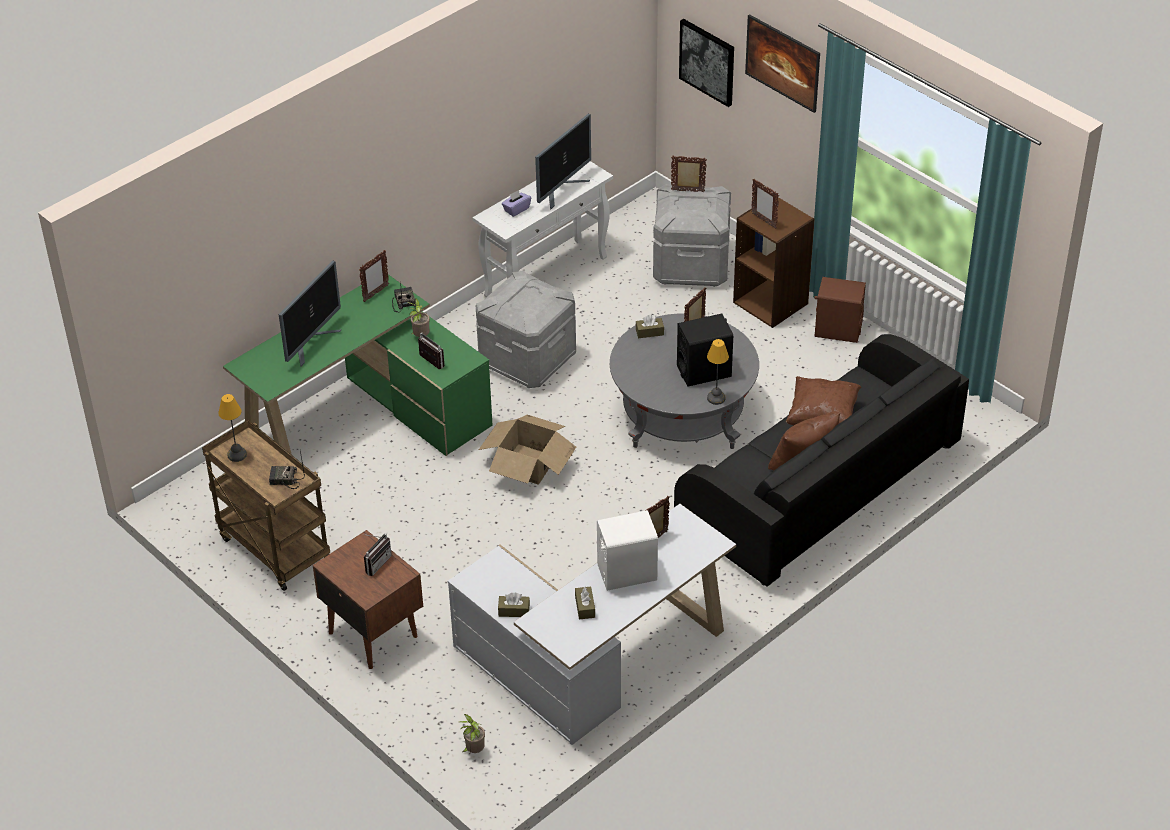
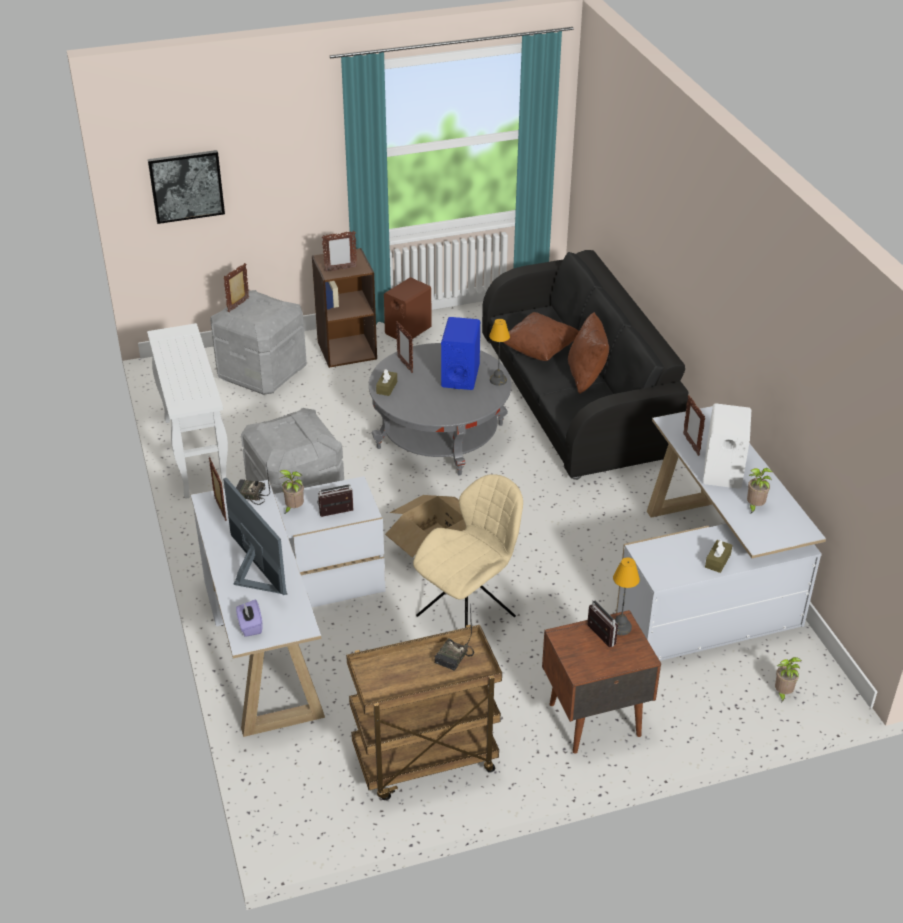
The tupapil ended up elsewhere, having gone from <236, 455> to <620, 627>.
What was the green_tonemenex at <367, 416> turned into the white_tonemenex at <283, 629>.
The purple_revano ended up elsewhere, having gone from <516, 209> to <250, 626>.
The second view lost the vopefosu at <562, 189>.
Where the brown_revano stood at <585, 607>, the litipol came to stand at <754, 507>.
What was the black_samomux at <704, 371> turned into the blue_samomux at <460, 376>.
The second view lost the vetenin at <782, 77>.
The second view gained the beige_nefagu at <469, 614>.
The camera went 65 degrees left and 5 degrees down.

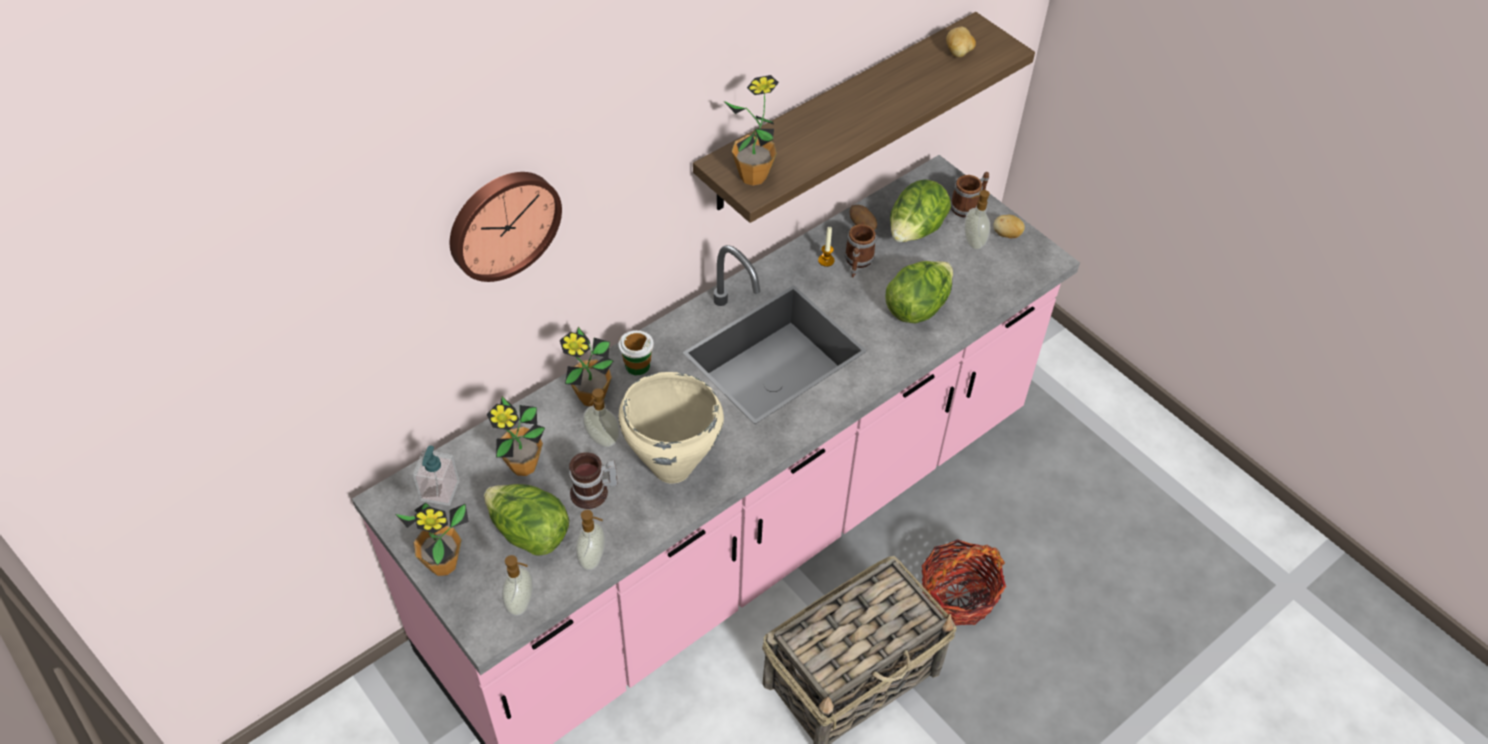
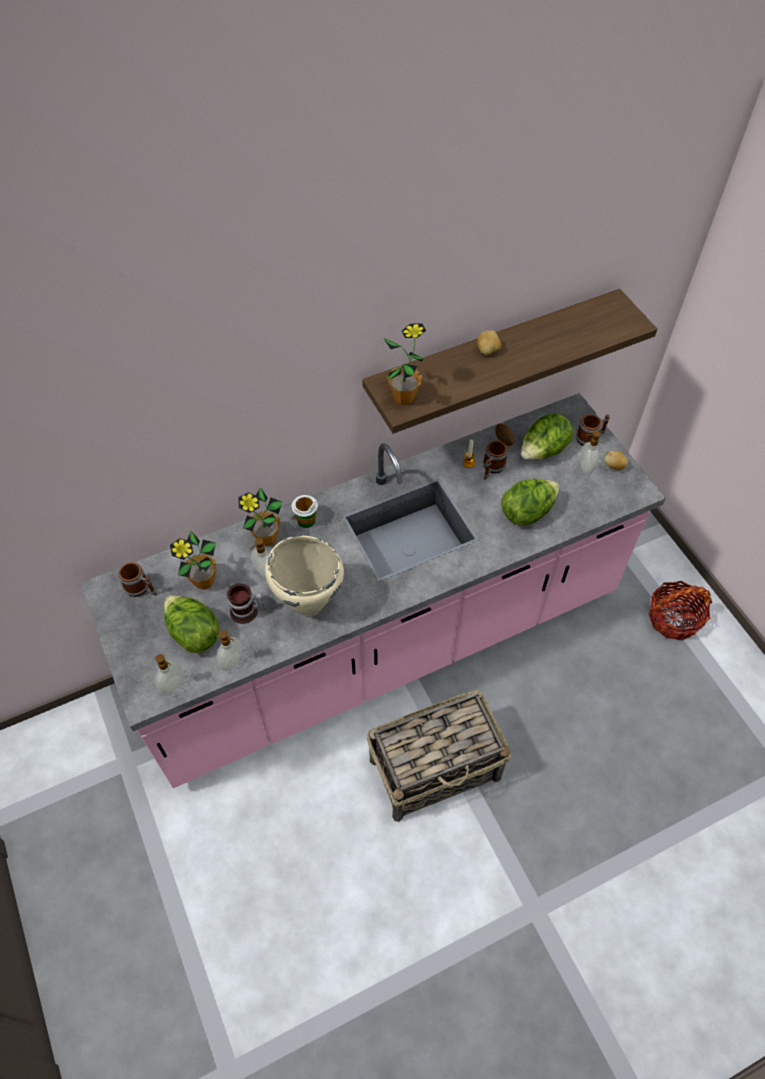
The second view lost the litipol at <443, 564>.
Where the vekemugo stood at <440, 491>, the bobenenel came to stand at <141, 589>.
The second view lost the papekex at <502, 223>.
The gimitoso ended up elsewhere, having gone from <957, 595> to <673, 618>.
The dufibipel ended up elsewhere, having gone from <958, 53> to <488, 351>.
The camera went 15 degrees right and 5 degrees up.

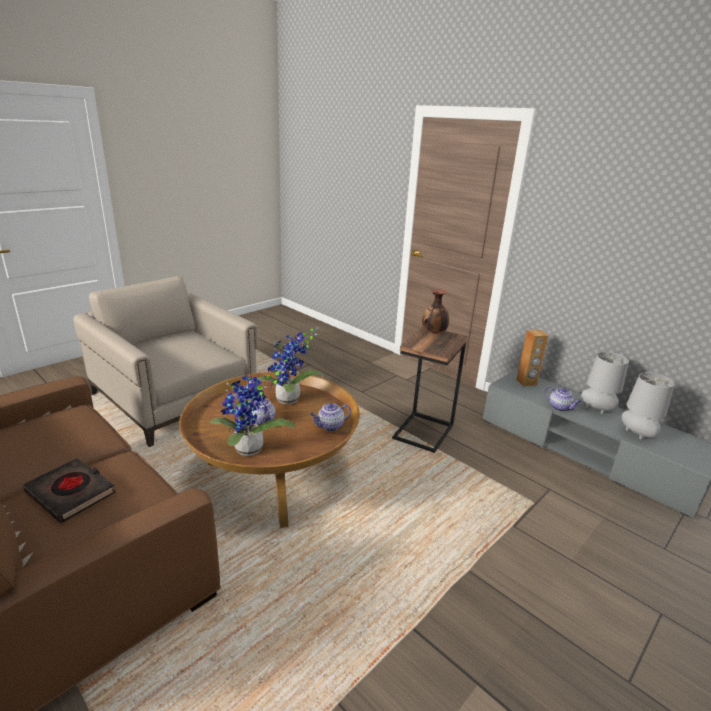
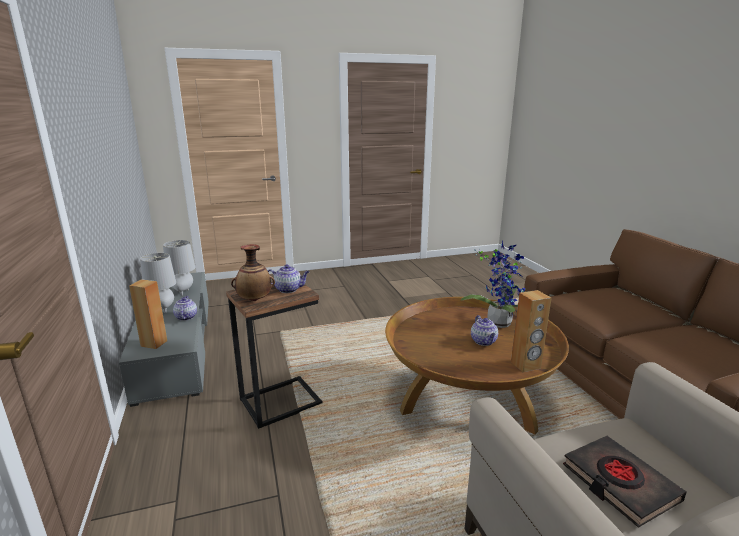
The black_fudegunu ended up elsewhere, having gone from <71, 493> to <619, 483>.
The second view lost the litipol at <289, 401>.
The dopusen ended up elsewhere, having gone from <330, 426> to <289, 289>.
The second view gained the brown_samomux at <525, 365>.
The camera went 150 degrees left and 5 degrees down.

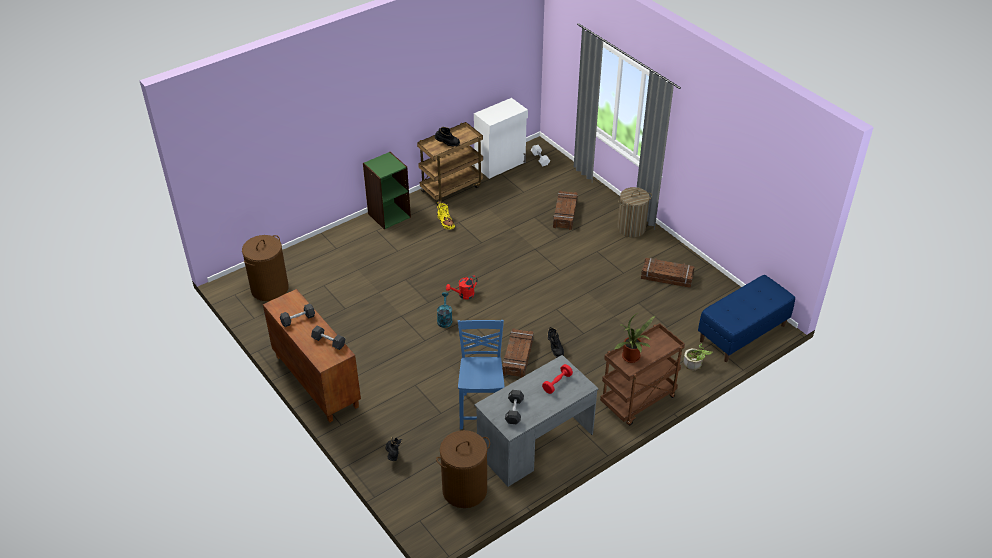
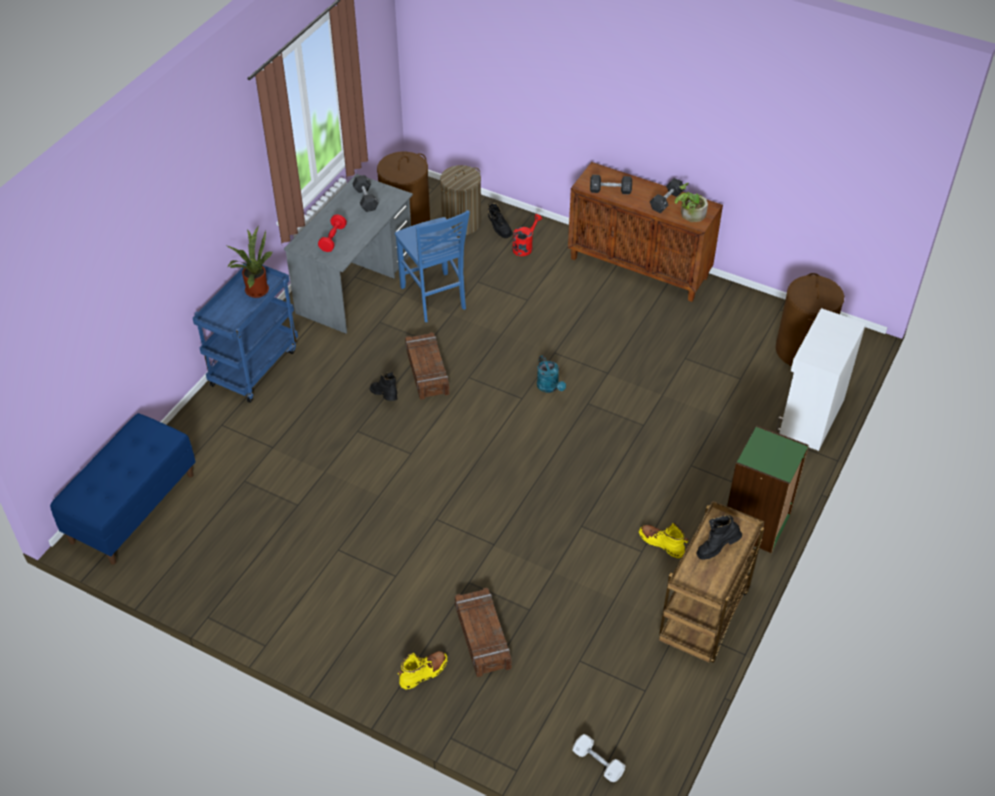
The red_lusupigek ended up elsewhere, having gone from <463, 295> to <524, 247>.
The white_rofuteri ended up elsewhere, having gone from <501, 164> to <810, 417>.
What was the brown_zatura at <638, 402> turned into the blue_zatura at <254, 366>.
The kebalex ended up elsewhere, having gone from <631, 228> to <461, 223>.
The second view lost the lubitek at <667, 277>.
The litipol ended up elsewhere, having gone from <695, 363> to <689, 214>.
The second view gained the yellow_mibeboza at <423, 673>.
The camera went 155 degrees right and 5 degrees up.

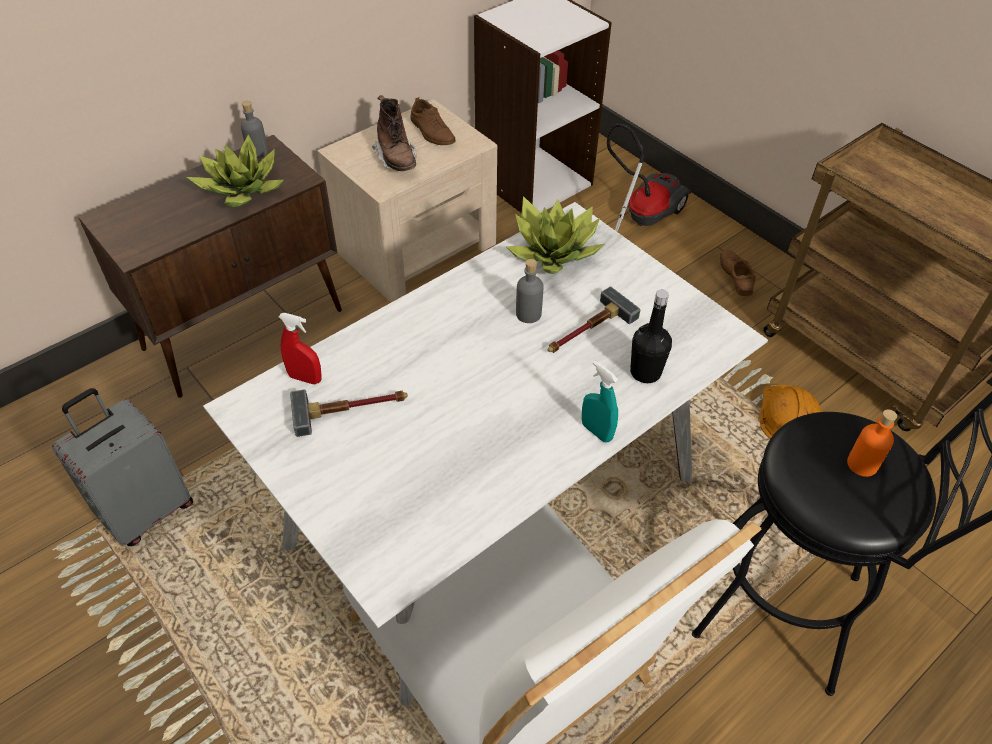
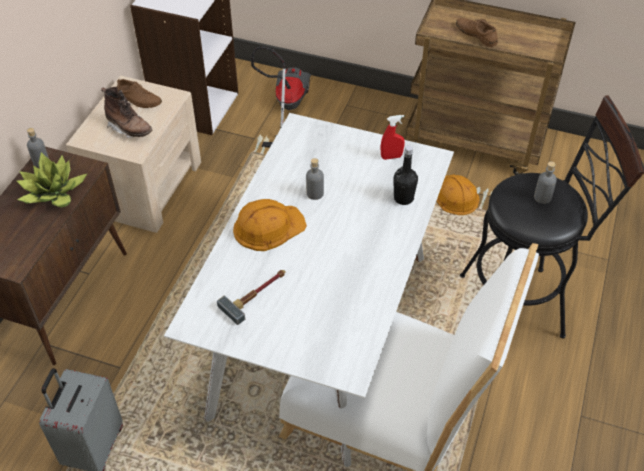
The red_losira ended up elsewhere, having gone from <305, 378> to <391, 157>.
The second view lost the litipol at <554, 251>.
The second view lost the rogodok at <587, 330>.
The second view lost the turquoise_losira at <596, 431>.
The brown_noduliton ended up elsewhere, having gone from <736, 275> to <476, 34>.
What was the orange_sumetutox at <862, 464> turned into the grey_sumetutox at <542, 197>.
The second view gained the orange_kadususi at <268, 227>.
The camera went 30 degrees left and 0 degrees up.

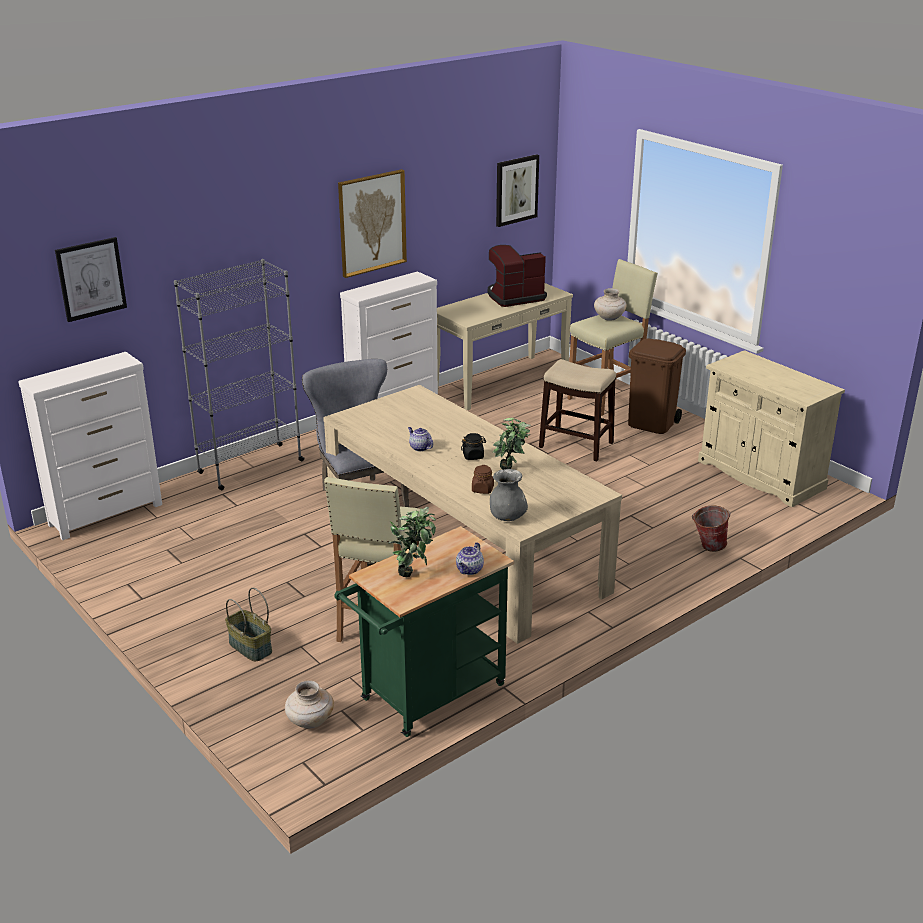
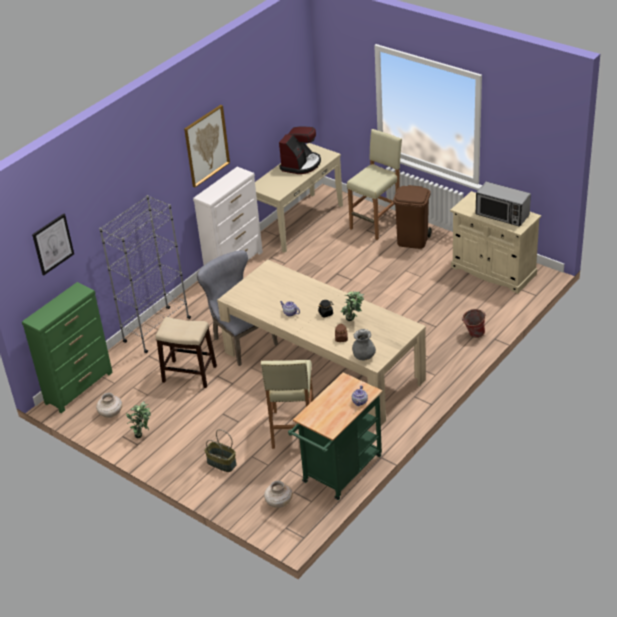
What was the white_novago at <107, 514> turned into the green_novago at <79, 387>.
The litipol ended up elsewhere, having gone from <414, 573> to <143, 434>.
The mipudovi at <514, 297> ended up facing another way, 150 degrees clockwise from before.
The second view lost the vetenin at <516, 190>.
The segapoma ended up elsewhere, having gone from <575, 445> to <189, 374>.
The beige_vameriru ended up elsewhere, having gone from <609, 318> to <111, 413>.
The second view gained the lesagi at <502, 215>.
The camera went 10 degrees left and 10 degrees up.

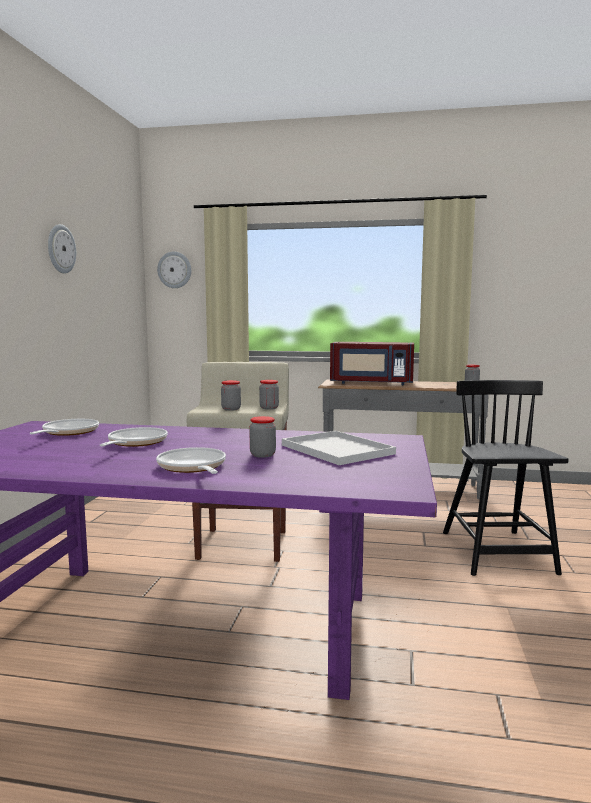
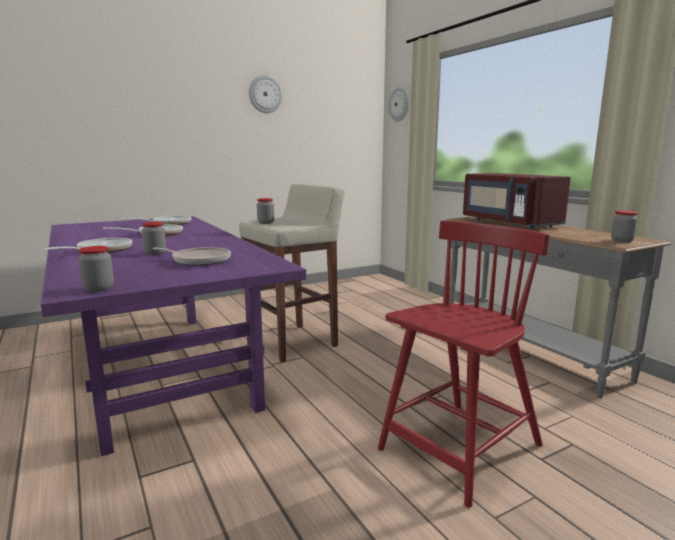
The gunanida ended up elsewhere, having gone from <269, 408> to <98, 288>.
Where the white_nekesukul stood at <334, 449>, the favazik came to stand at <199, 261>.
What was the black_nefagu at <497, 553> turned into the red_nefagu at <459, 449>.
The camera went 50 degrees right and 5 degrees up.

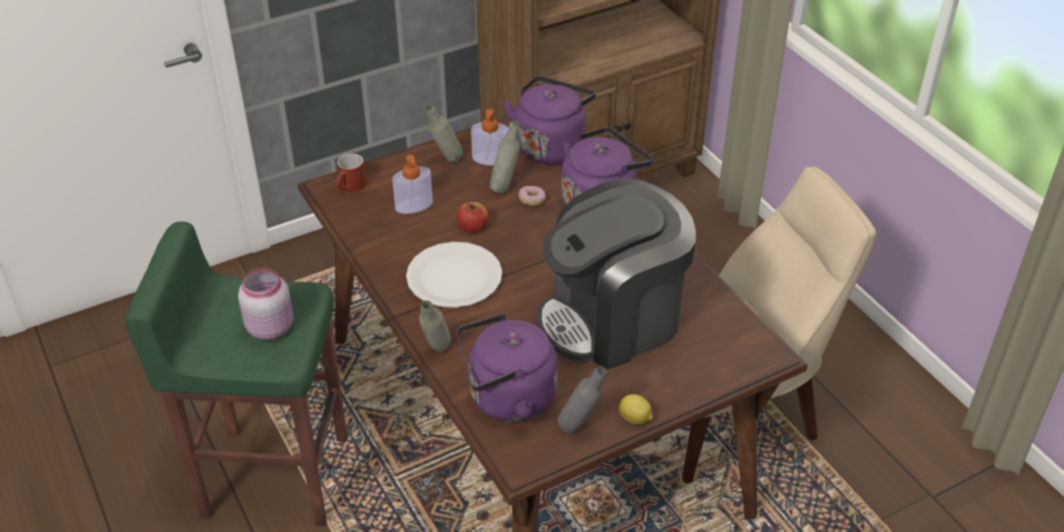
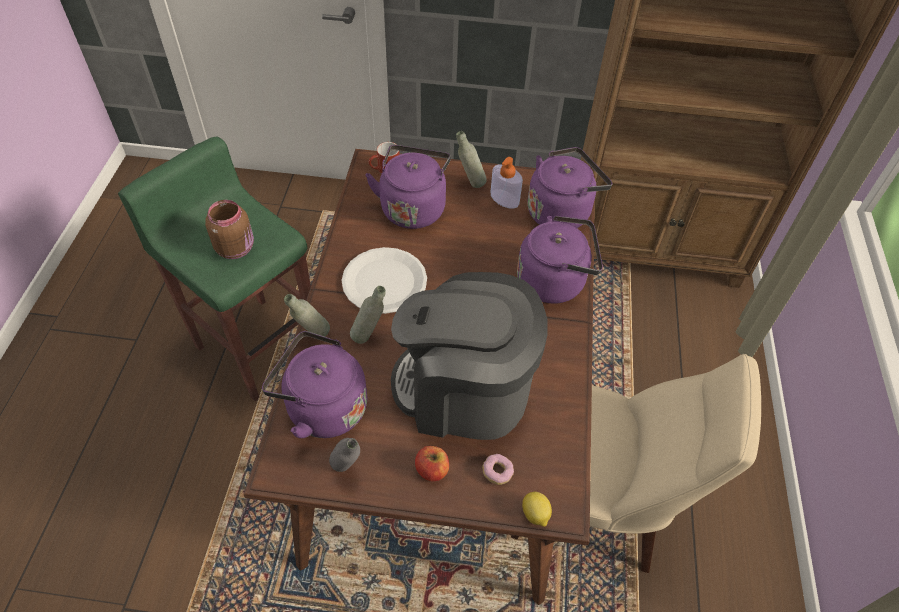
What was the pink_gunanida at <271, 327> turned into the brown_gunanida at <236, 248>.
Where the vekemugo stood at <414, 205>, the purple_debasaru came to stand at <413, 207>.
The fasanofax ended up elsewhere, having gone from <472, 227> to <432, 470>.
The grey_sumetutox ended up elsewhere, having gone from <505, 187> to <369, 337>.
The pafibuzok ended up elsewhere, having gone from <532, 200> to <497, 472>.
The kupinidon ended up elsewhere, having gone from <635, 419> to <535, 514>.
The camera went 35 degrees right and 10 degrees up.

